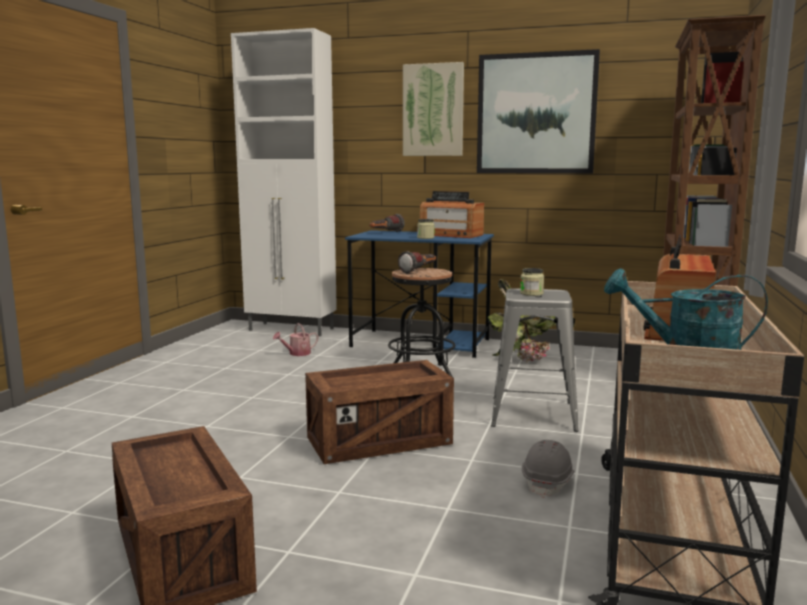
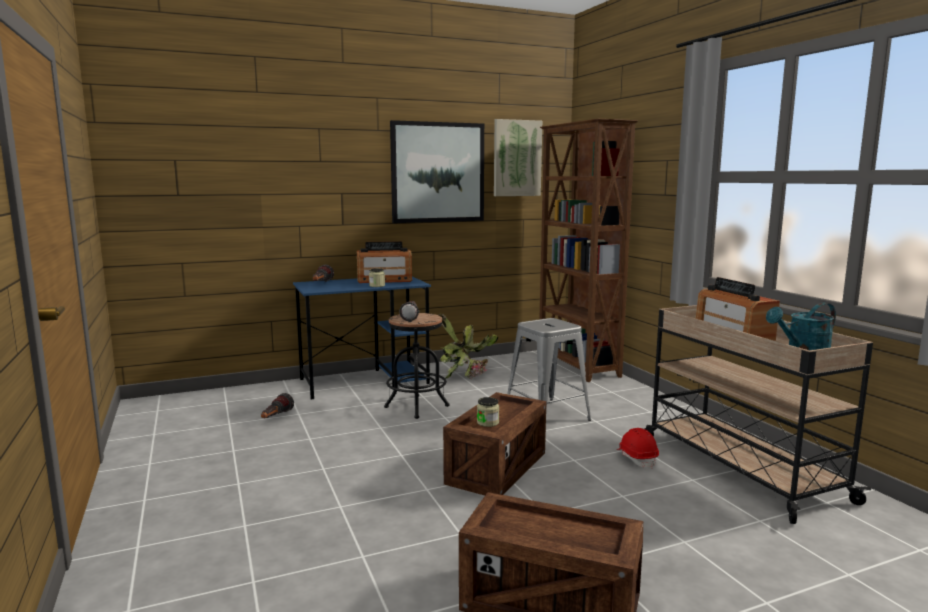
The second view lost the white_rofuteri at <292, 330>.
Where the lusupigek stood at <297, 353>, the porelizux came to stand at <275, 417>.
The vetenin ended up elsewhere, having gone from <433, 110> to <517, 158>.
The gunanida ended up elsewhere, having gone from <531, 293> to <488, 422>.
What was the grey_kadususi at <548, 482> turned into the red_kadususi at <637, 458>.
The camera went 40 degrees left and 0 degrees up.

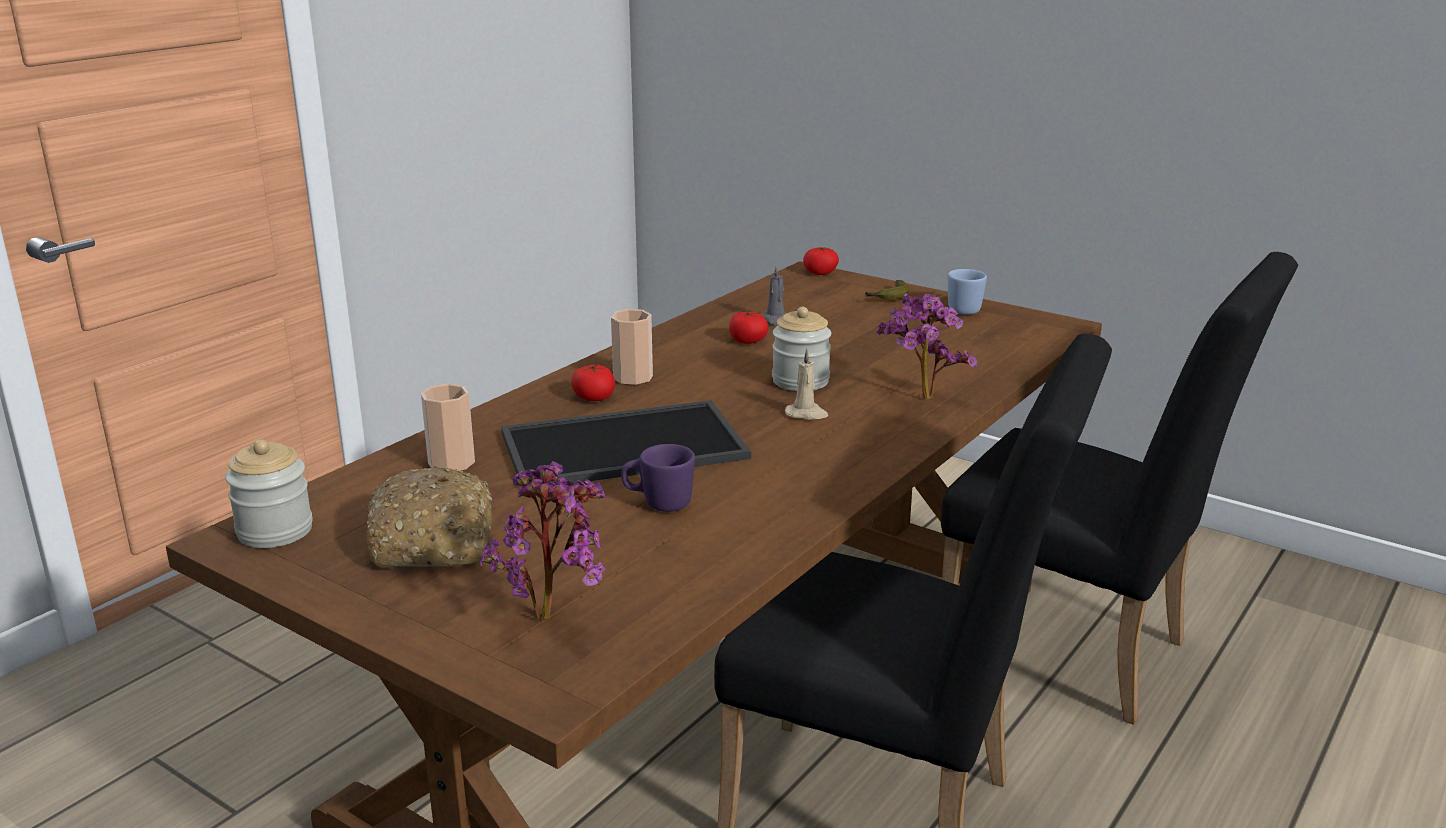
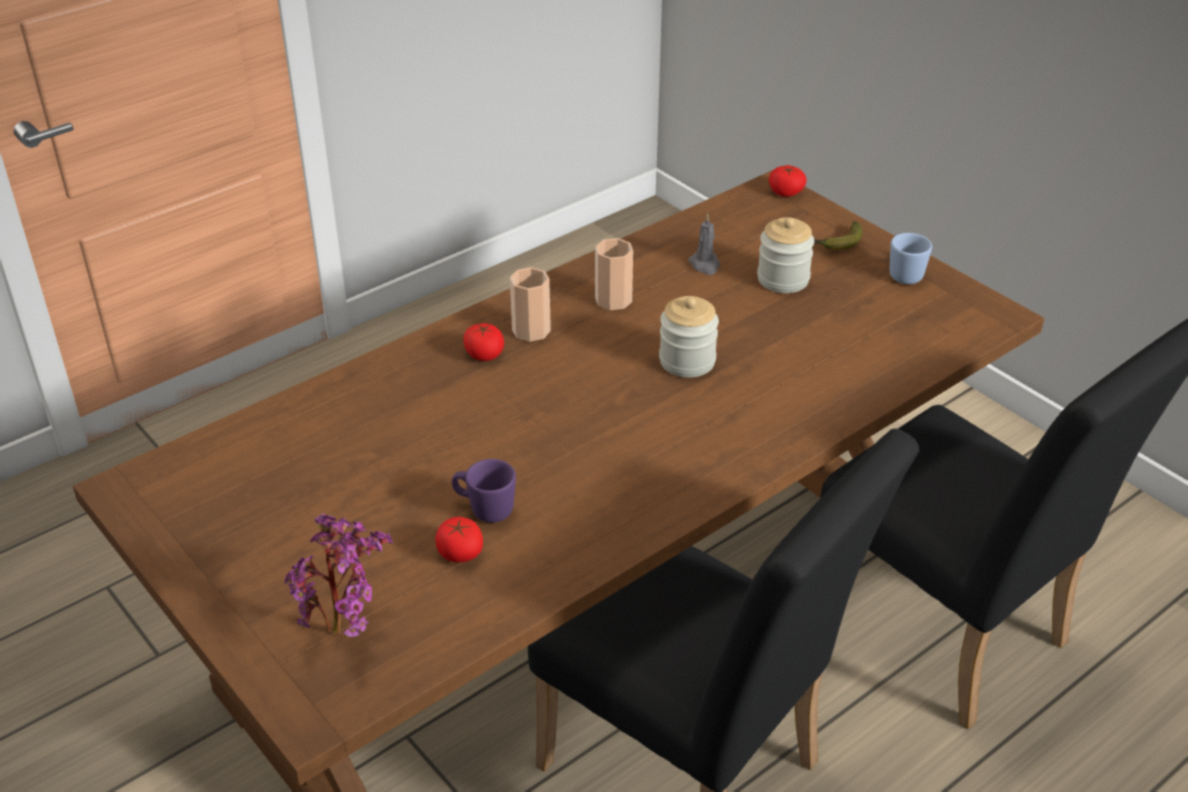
The gunanida ended up elsewhere, having gone from <275, 531> to <783, 279>.
The second view lost the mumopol at <434, 540>.
The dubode ended up elsewhere, having gone from <451, 463> to <613, 300>.
The second view lost the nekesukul at <622, 448>.
The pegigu ended up elsewhere, having gone from <748, 340> to <460, 552>.
The second view lost the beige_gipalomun at <806, 414>.
The second view lost the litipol at <920, 401>.
The camera went 15 degrees right and 15 degrees up.

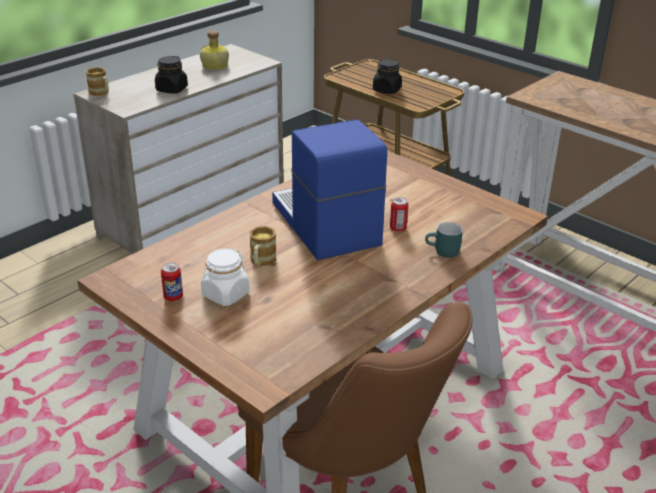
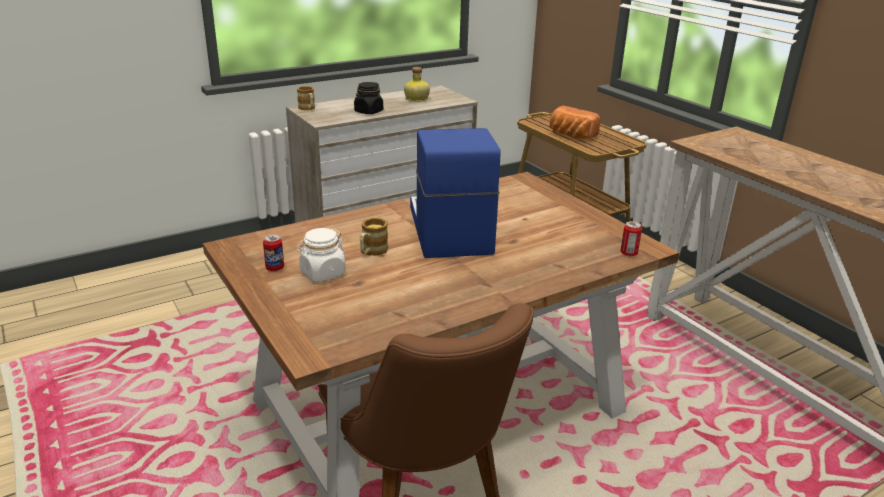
Where the black_gunanida stood at <387, 90>, the mumopol came to stand at <570, 135>.
The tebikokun ended up elsewhere, having gone from <398, 228> to <628, 253>.
The second view lost the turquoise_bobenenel at <443, 252>.
The camera went 15 degrees right and 5 degrees down.

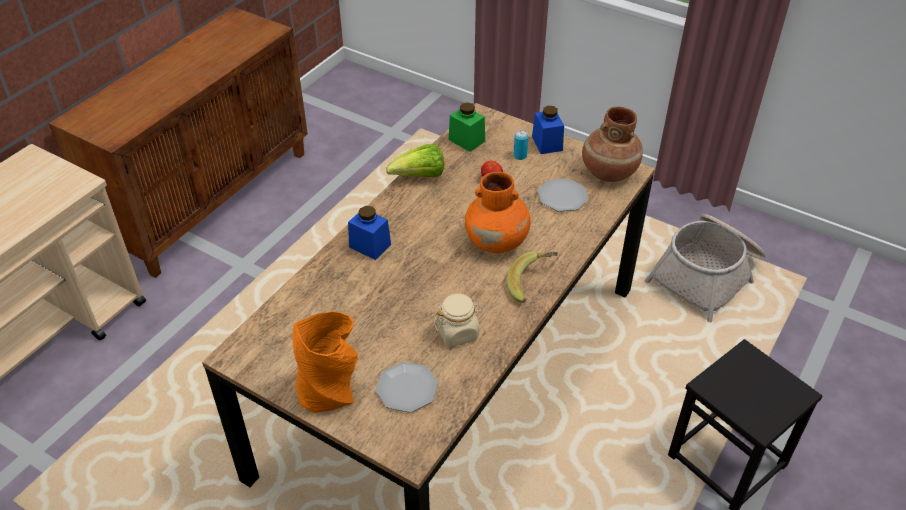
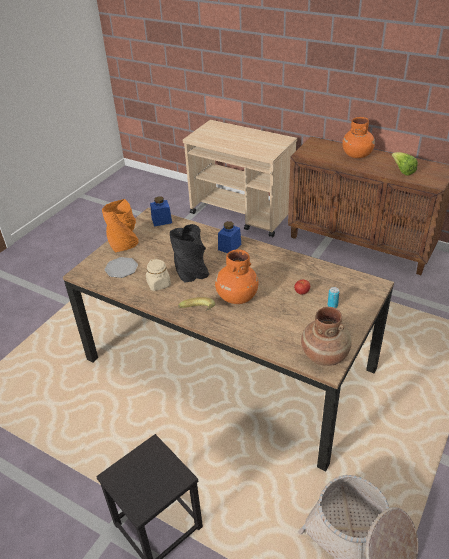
The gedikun ended up elsewhere, having gone from <419, 177> to <402, 171>.
The second view lost the green_gunanida at <466, 140>.
The blue_gunanida ended up elsewhere, having gone from <547, 143> to <161, 221>.
The second view lost the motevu at <562, 197>.
The second view gained the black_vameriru at <191, 273>.
The second view gained the orange_vameriru at <357, 155>.
The camera went 90 degrees right and 5 degrees down.

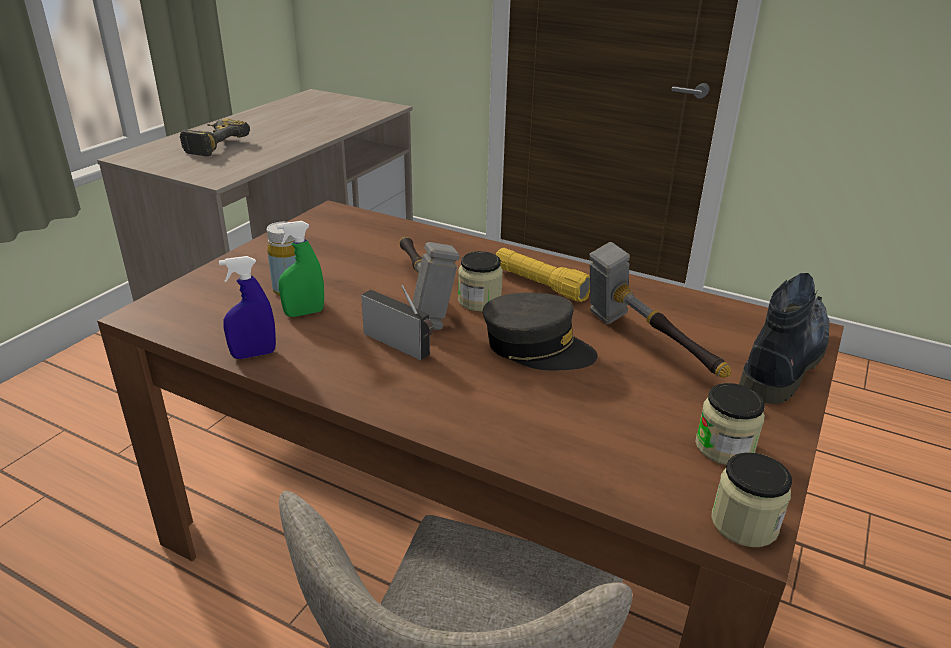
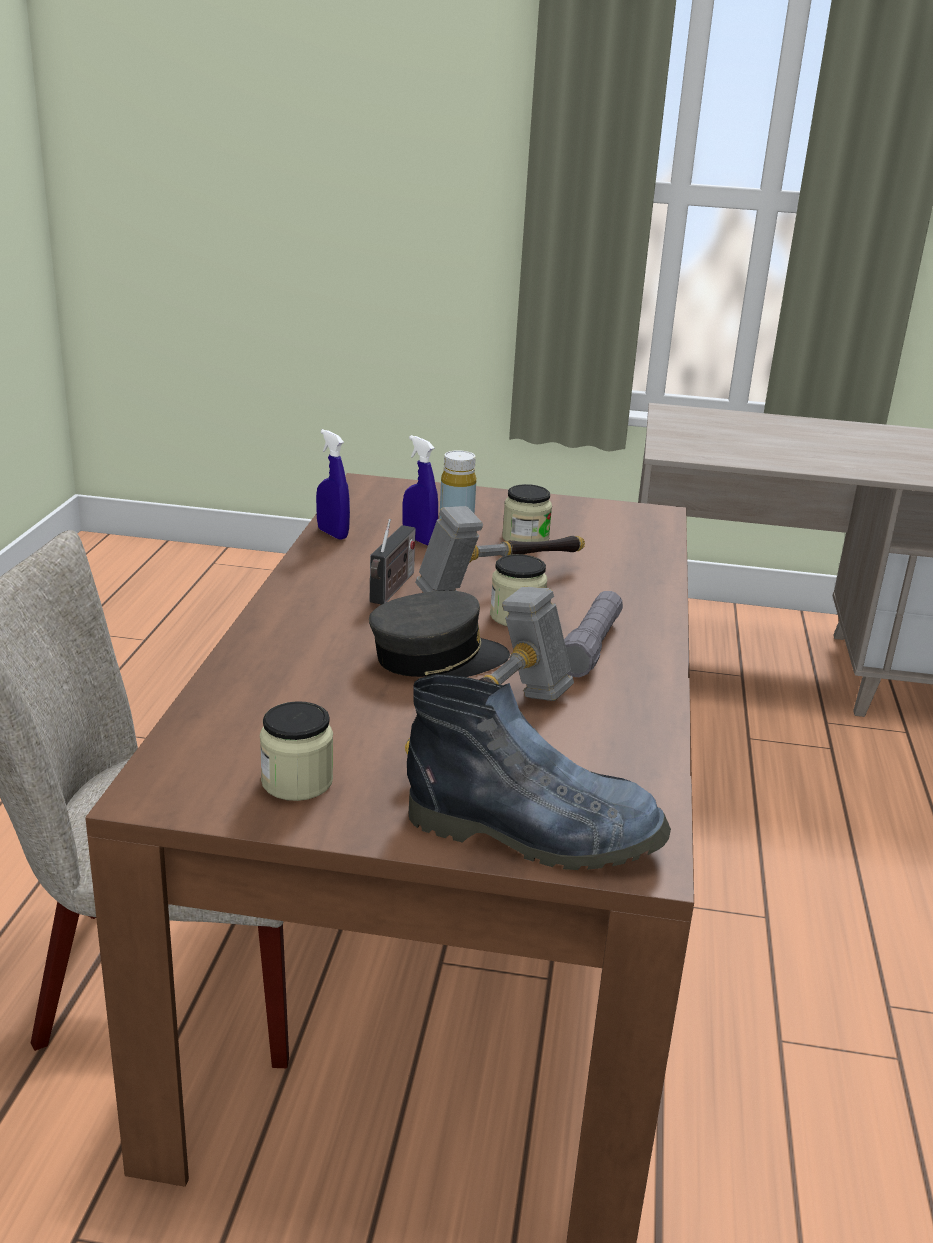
The second view lost the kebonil at <212, 145>.
What was the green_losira at <304, 313> turned into the blue_losira at <419, 540>.
The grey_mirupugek at <537, 348> ended up facing another way, 105 degrees counterclockwise from before.
What was the yellow_porelizux at <540, 285> turned into the grey_porelizux at <590, 647>.
The gunanida ended up elsewhere, having gone from <744, 523> to <525, 538>.
The camera went 70 degrees right and 5 degrees down.

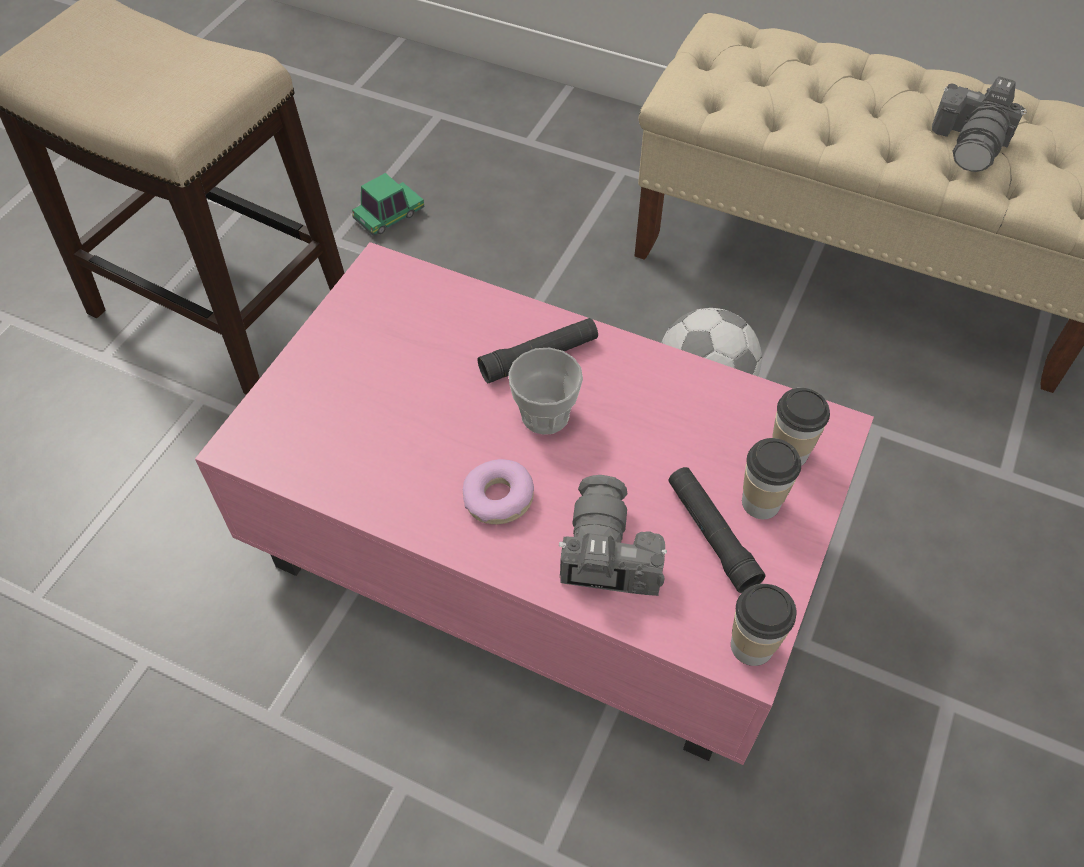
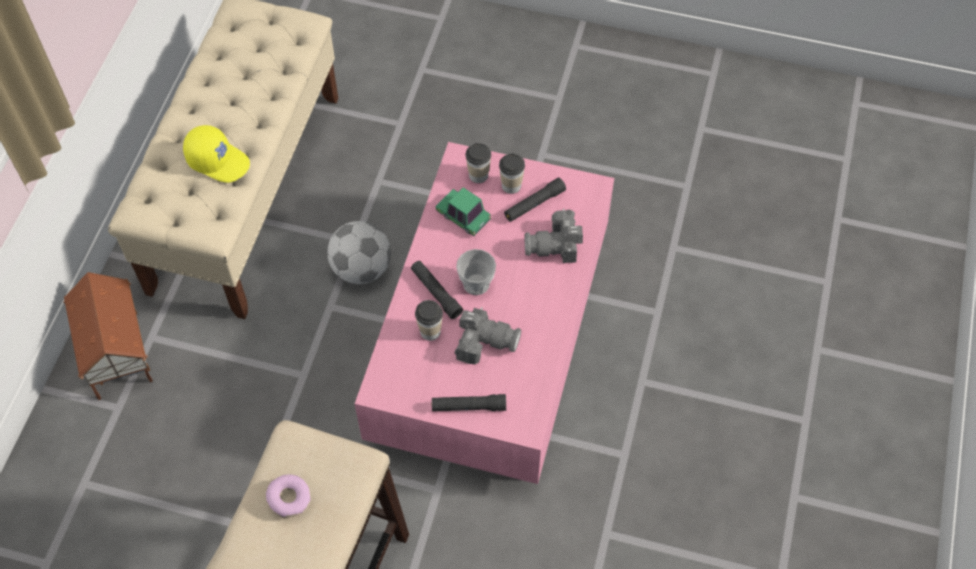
The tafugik ended up elsewhere, having gone from <389, 216> to <463, 216>.
The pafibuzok ended up elsewhere, having gone from <498, 498> to <289, 499>.
The dubode ended up elsewhere, having gone from <752, 646> to <430, 331>.
The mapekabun ended up elsewhere, having gone from <972, 143> to <484, 341>.
The second view gained the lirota at <117, 355>.
The second view gained the yellow_mirupugek at <218, 160>.
The second view gained the black_porelizux at <468, 407>.
The camera went 100 degrees left and 5 degrees up.

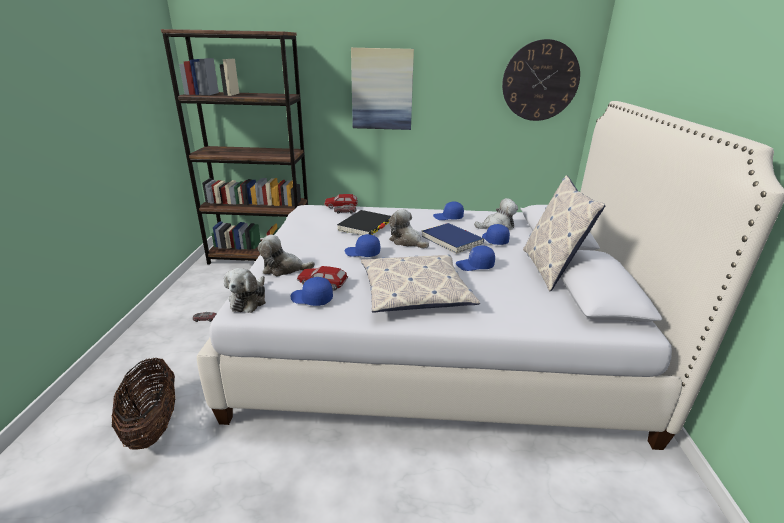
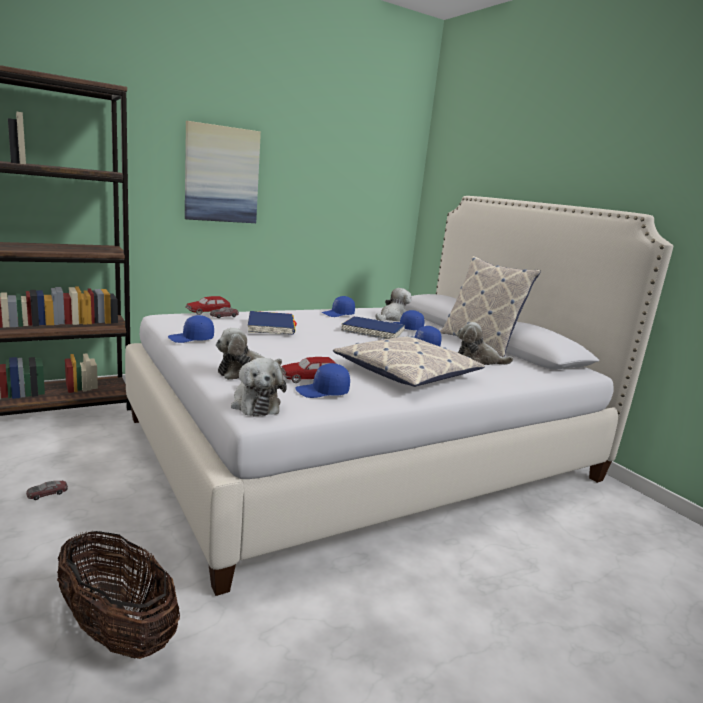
What was the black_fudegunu at <365, 226> turned into the blue_fudegunu at <271, 326>.
The blue_mirupugek ended up elsewhere, having gone from <362, 253> to <191, 339>.
The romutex ended up elsewhere, having gone from <407, 241> to <478, 360>.
The second view lost the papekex at <540, 81>.
The camera went 35 degrees left and 10 degrees down.

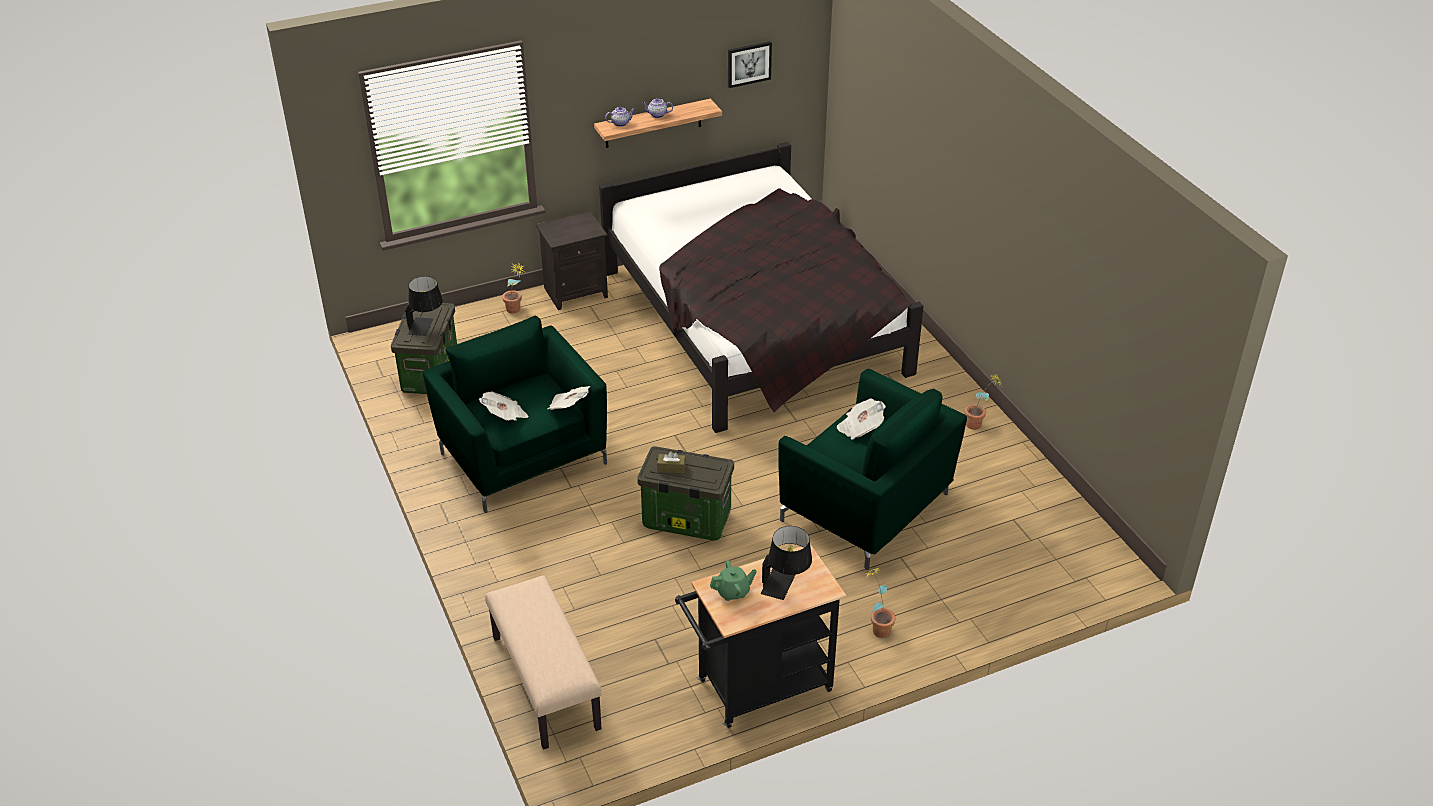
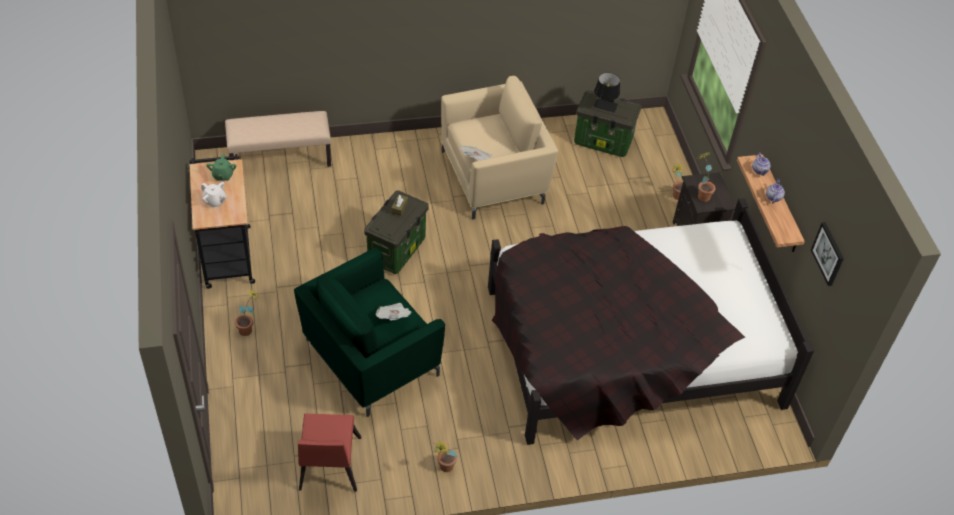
What was the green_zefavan at <523, 456> turned into the beige_zefavan at <494, 177>.
The second view lost the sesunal at <505, 416>.
Where the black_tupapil stood at <786, 586>, the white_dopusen came to stand at <215, 201>.
The second view gained the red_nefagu at <328, 468>.
The second view gained the litipol at <701, 194>.
The camera went 100 degrees right and 10 degrees up.

